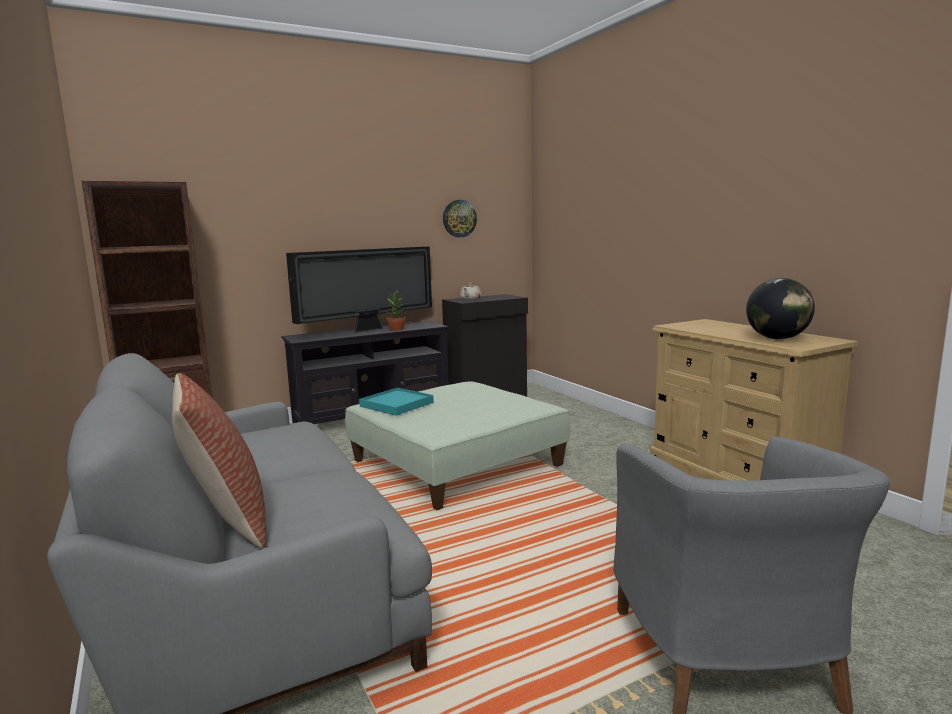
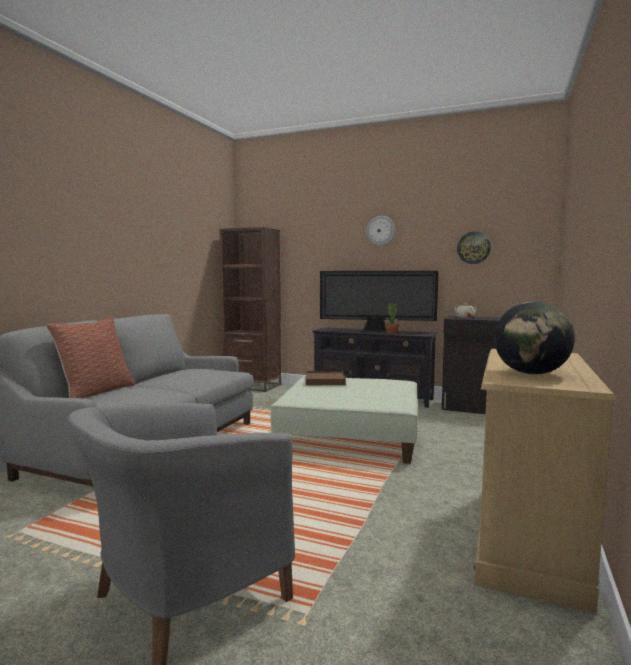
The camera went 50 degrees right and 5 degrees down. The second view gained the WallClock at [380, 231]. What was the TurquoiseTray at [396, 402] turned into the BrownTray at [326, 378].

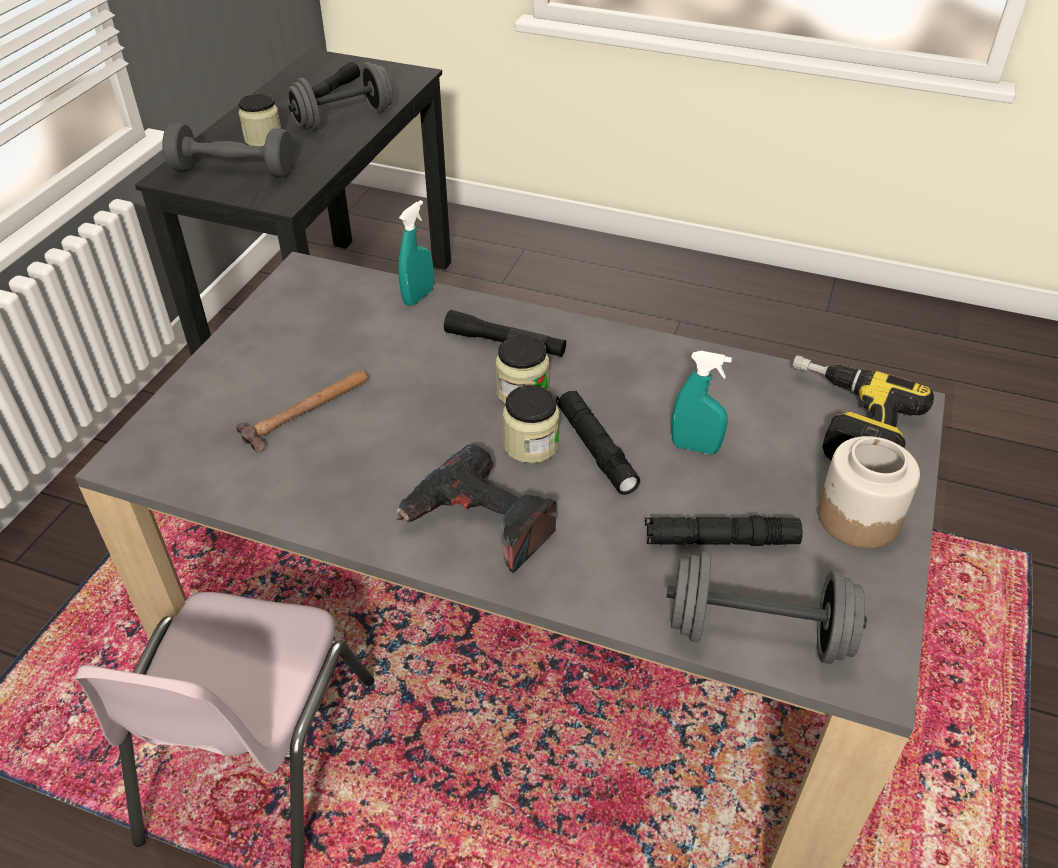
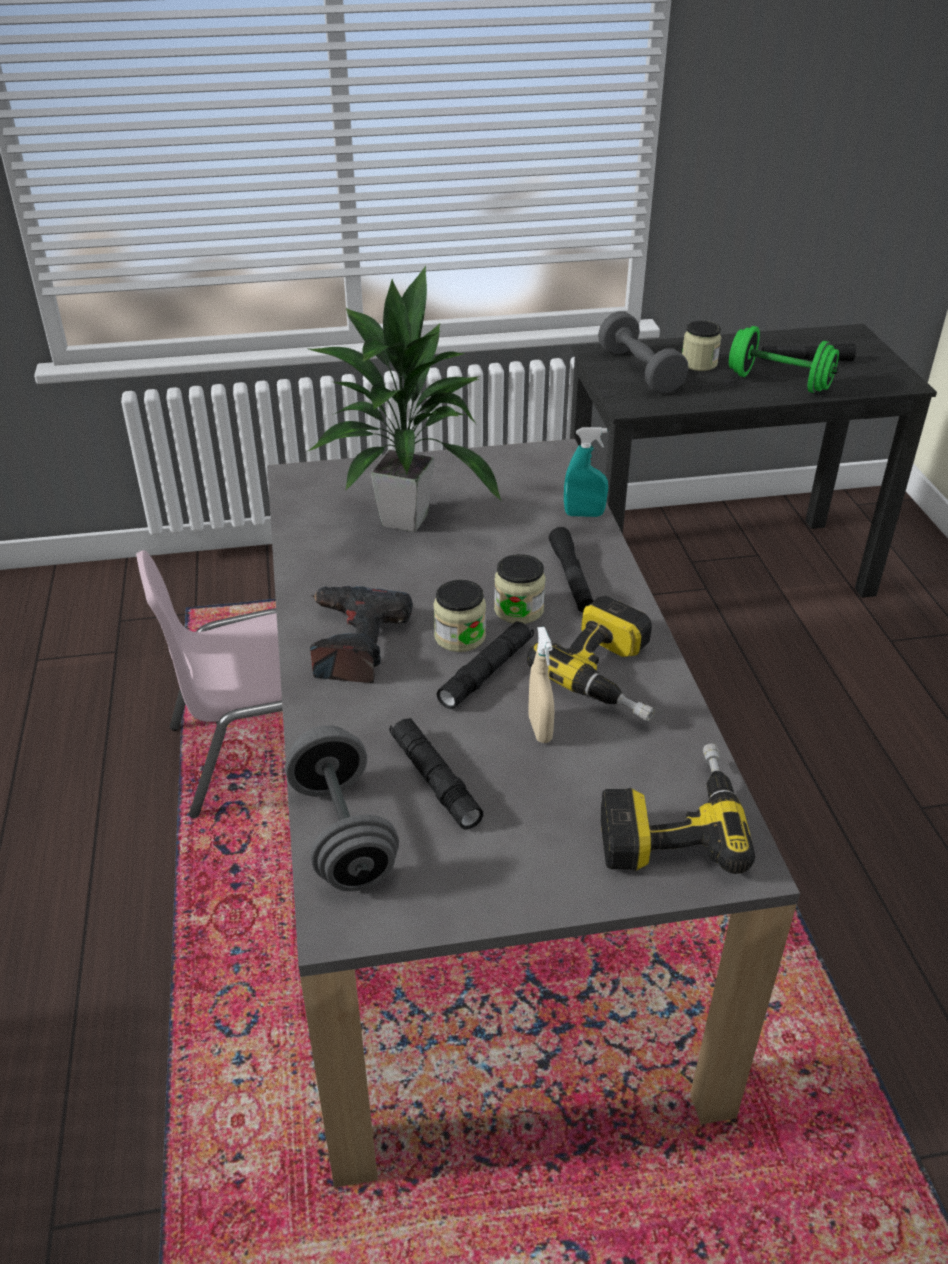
The camera went 60 degrees right and 5 degrees down. The second view lost the Jar at [869, 492]. The second view gained the PowerDrill at [590, 658]. Where the Hammer stood at [302, 411], the PottedPlant came to stand at [404, 399]. What was the GreyDumbbell at [340, 96] turned into the GreenDumbbell at [784, 359]. What was the TurquoiseSprayBottle at [701, 402] turned into the BeigeSprayBottle at [541, 685].

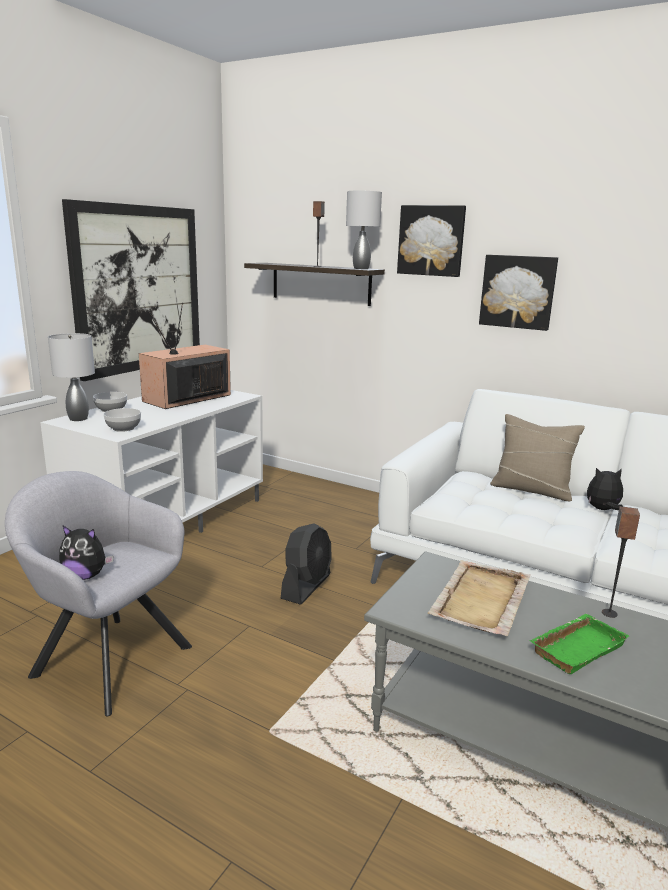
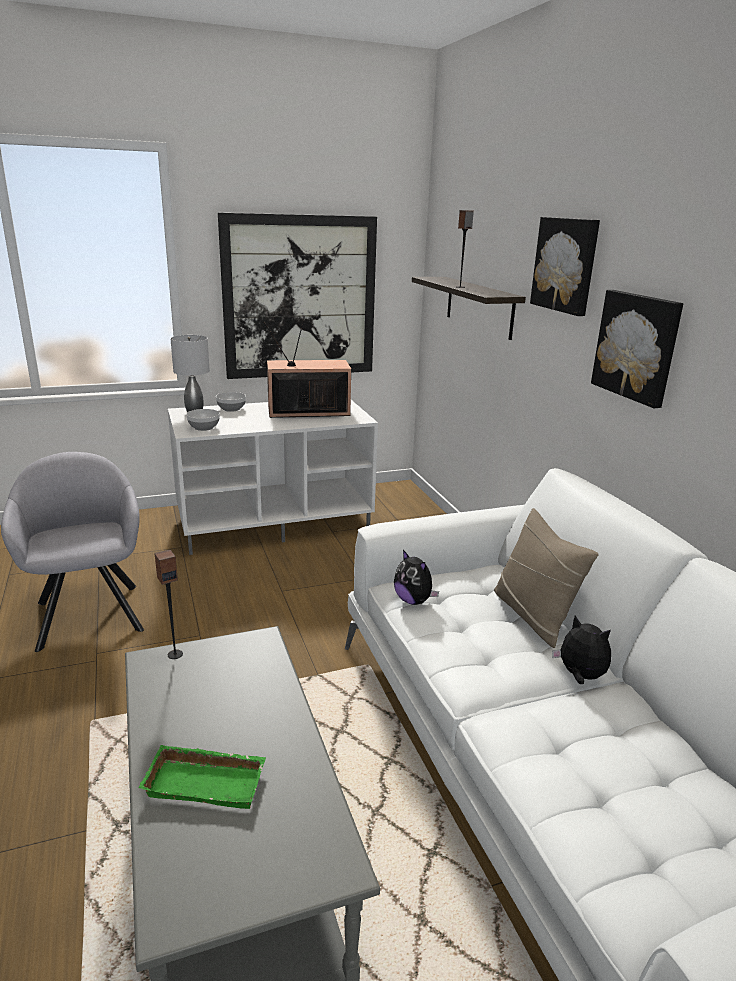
The camera went 40 degrees right and 5 degrees up. The second view lost the BlackFan at [306, 564]. The second view lost the GreyTableLamp at [364, 229]. The second view lost the BeigeTray at [479, 598]. The PlushToy ended up elsewhere, having gone from [86, 553] to [416, 577]. The Speaker ended up elsewhere, having gone from [621, 562] to [168, 604].

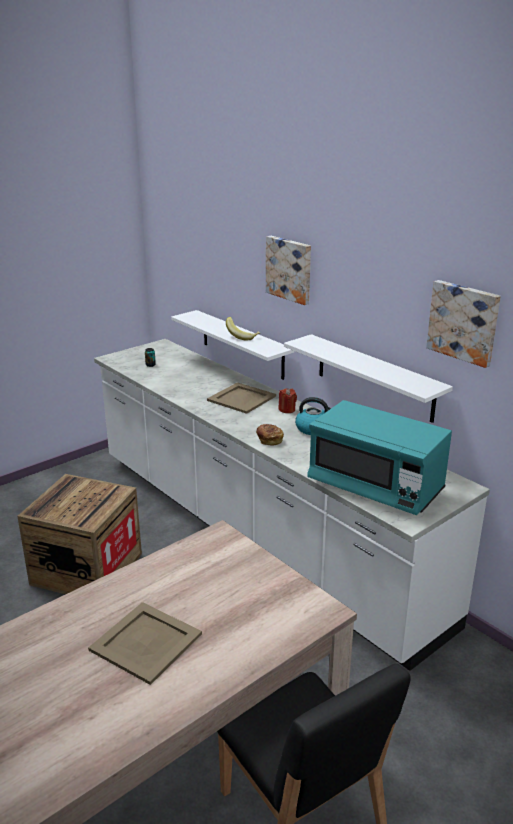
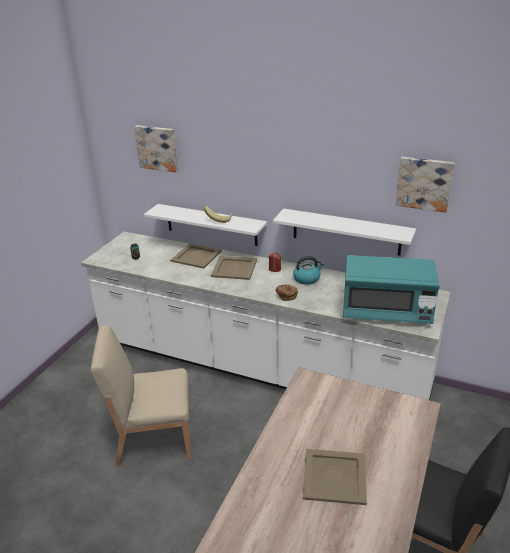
The camera went 25 degrees left and 5 degrees up. The second view gained the BeigeTray at [196, 256]. The Picture ended up elsewhere, having gone from [288, 270] to [156, 148]. Where the Crate stood at [79, 534], the BeigeChair came to stand at [141, 396].

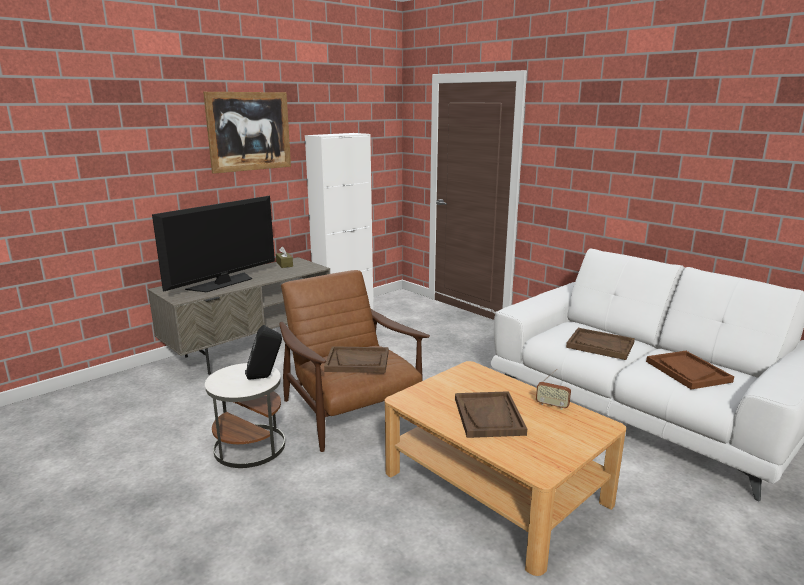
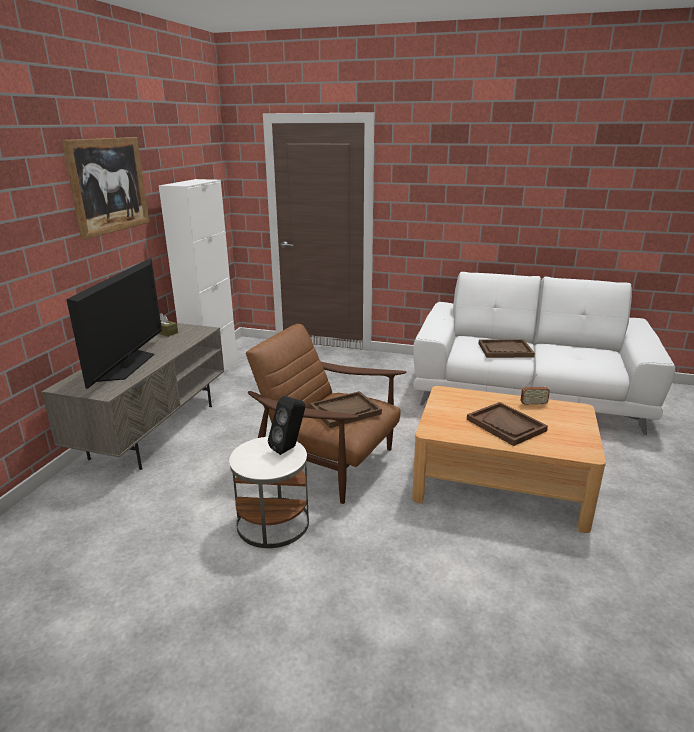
The camera went 30 degrees left and 5 degrees up. The second view lost the BrownTray at [690, 370].

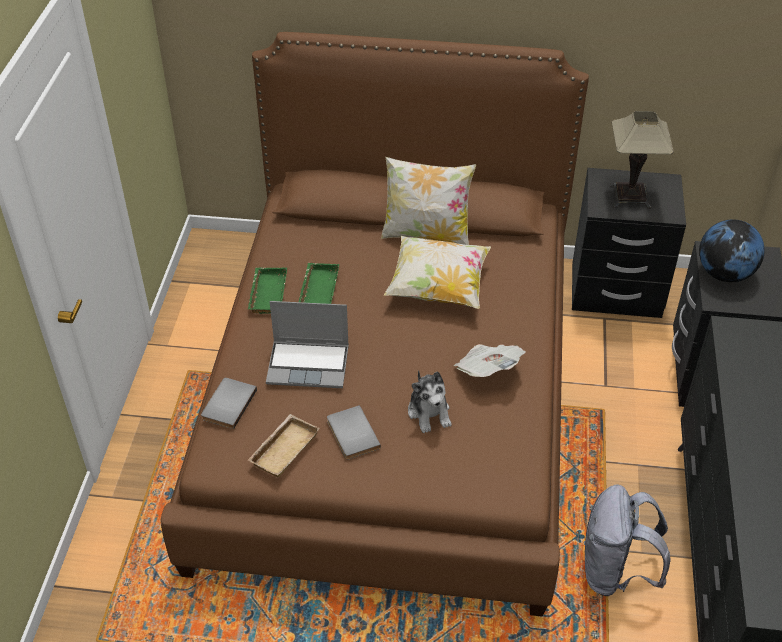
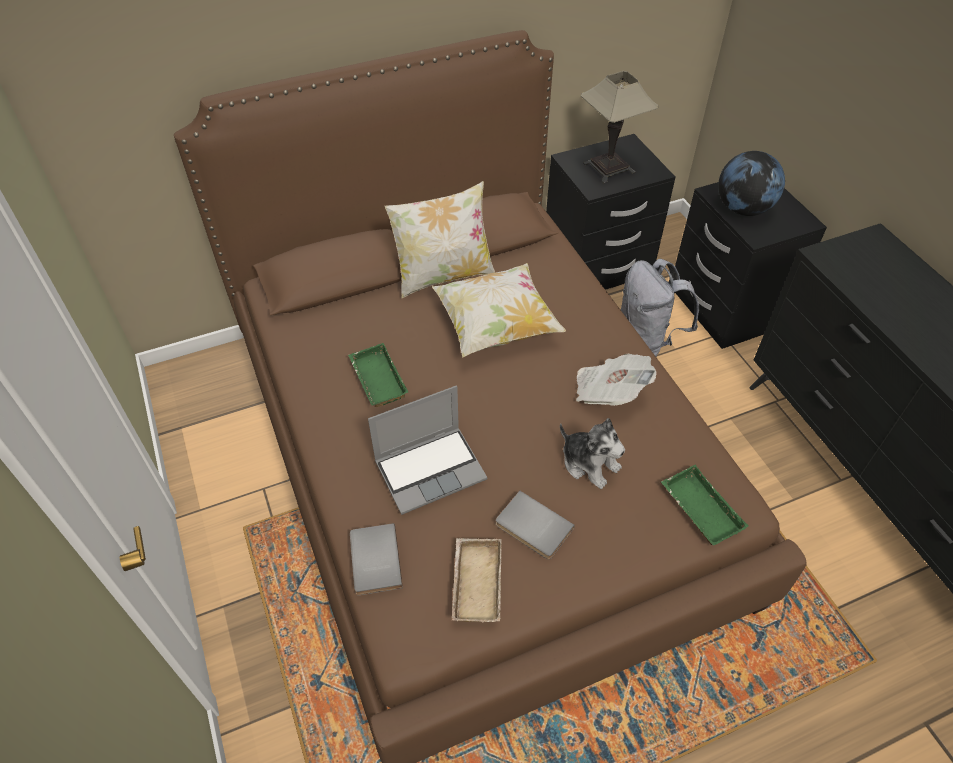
The camera went 30 degrees left and 5 degrees up. The GreenTray ended up elsewhere, having gone from [267, 291] to [704, 505]. The GreyBackpack ended up elsewhere, having gone from [627, 540] to [660, 307].

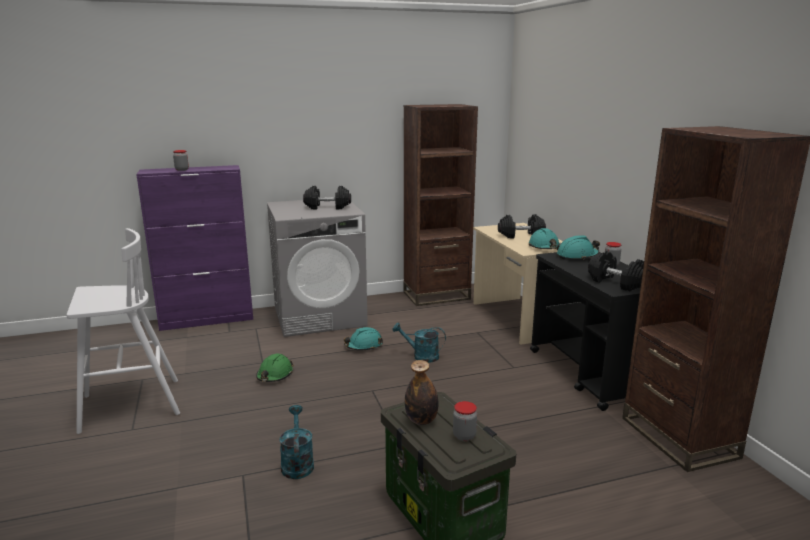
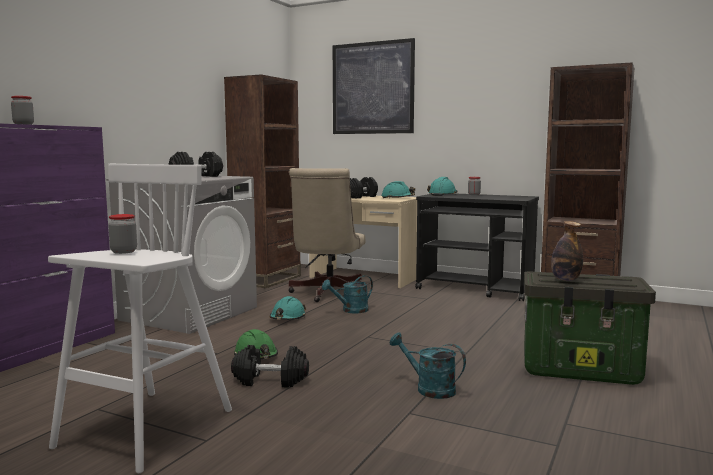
The camera went 45 degrees left and 10 degrees down. The second view gained the BeigeOfficeChair at [326, 235]. The second view gained the Picture at [374, 86]. The Jar ended up elsewhere, having gone from [465, 421] to [122, 234]. The BlackDumbbell ended up elsewhere, having gone from [616, 271] to [270, 366].

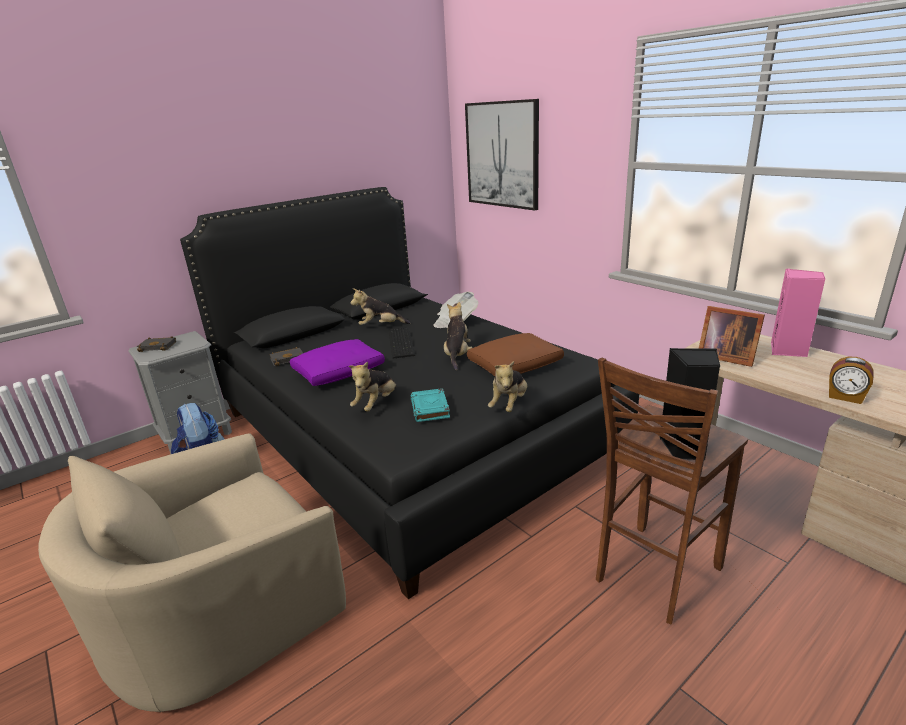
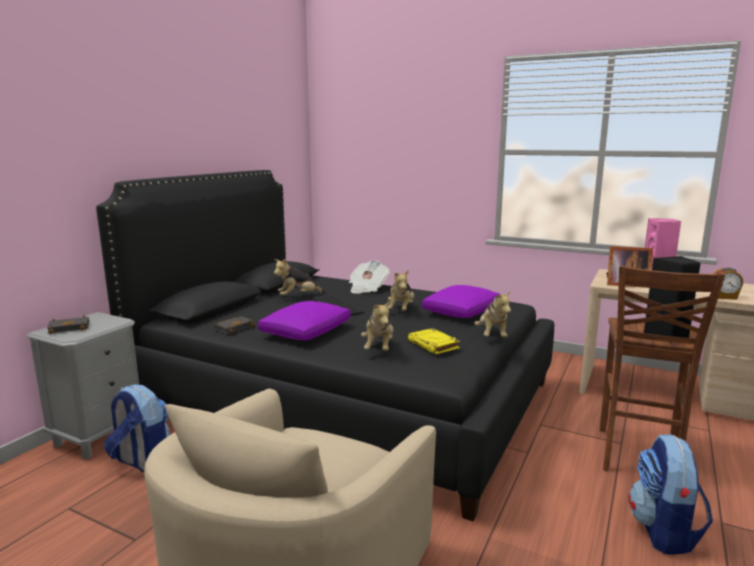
The camera went 25 degrees left and 10 degrees down. The second view lost the Picture at [502, 155]. The second view gained the Backpack at [670, 494]. What was the TurquoiseBook at [430, 405] turned into the YellowBook at [434, 341]. What was the BrownPillow at [515, 355] turned into the PurplePillow at [461, 301]. The PlushToy at [458, 336] ended up facing another way, 150 degrees counterclockwise from before.

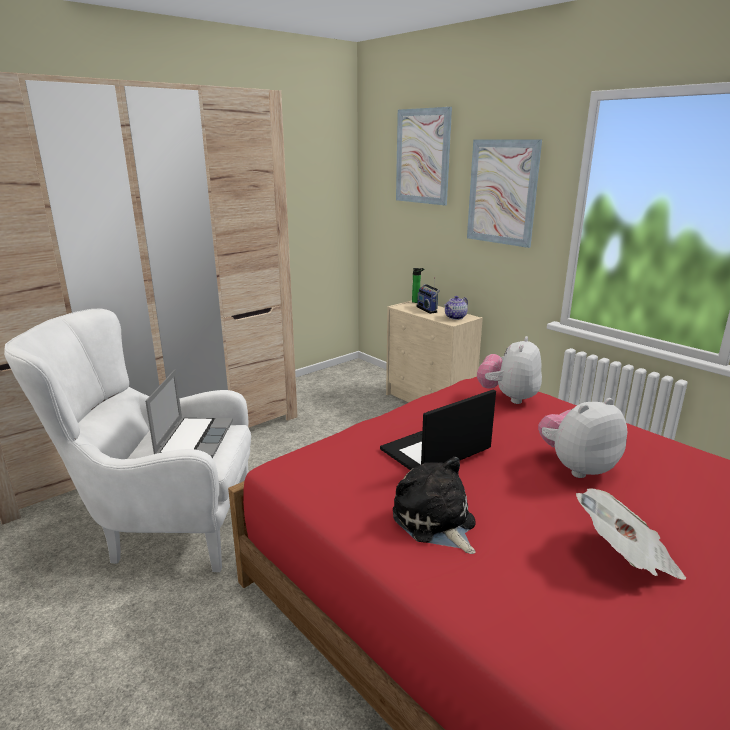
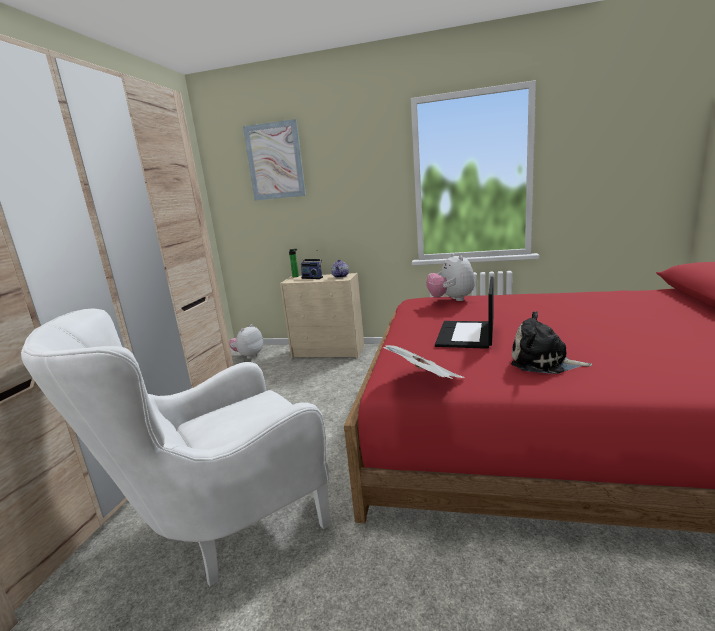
The camera went 35 degrees left and 5 degrees down. The second view lost the Laptop at [189, 414]. The second view lost the Picture at [504, 193]. The PlushToy ended up elsewhere, having gone from [582, 438] to [246, 341]. The Newspaper ended up elsewhere, having gone from [631, 534] to [423, 362].

